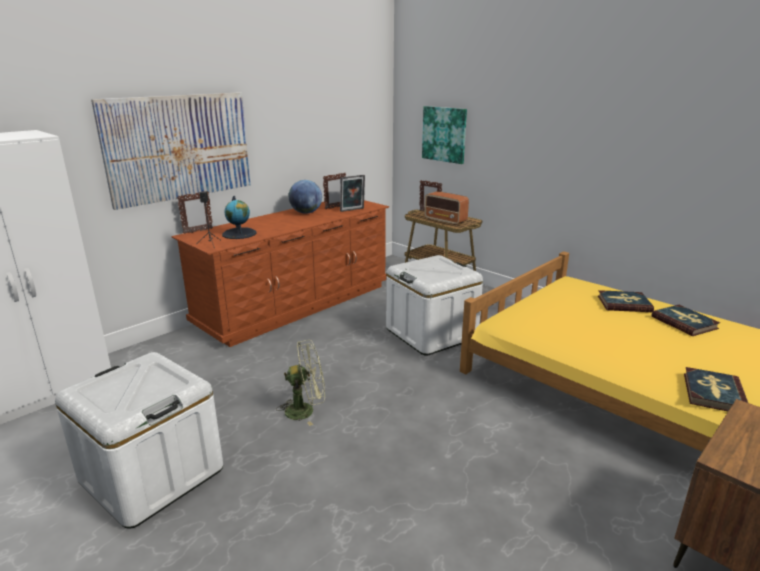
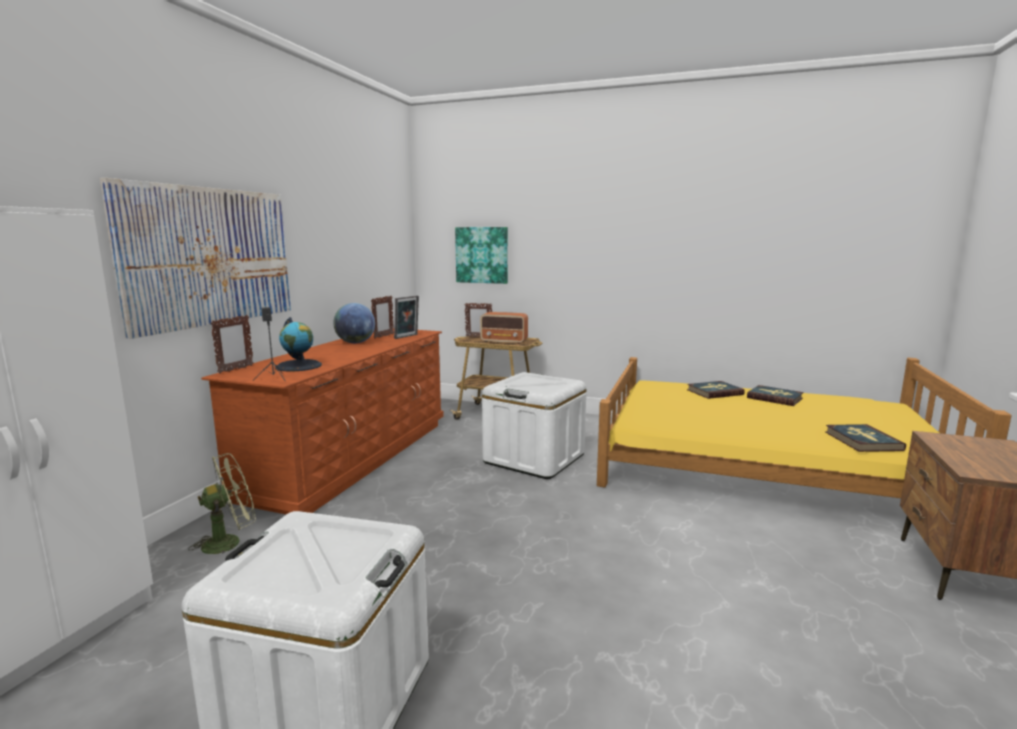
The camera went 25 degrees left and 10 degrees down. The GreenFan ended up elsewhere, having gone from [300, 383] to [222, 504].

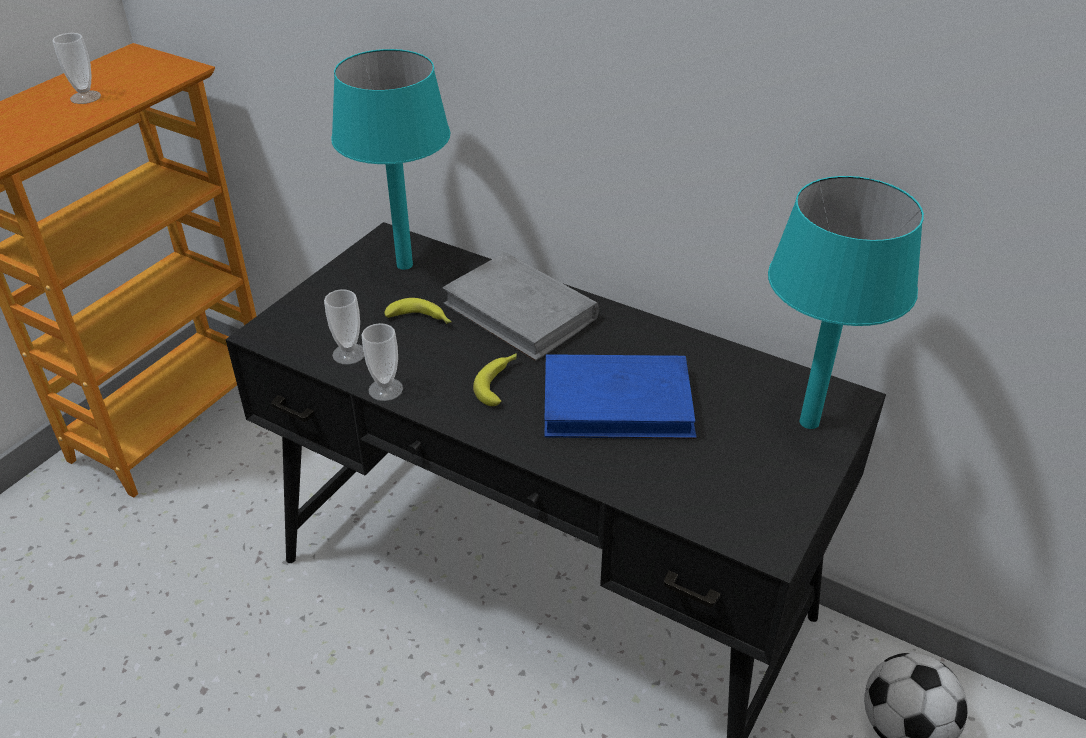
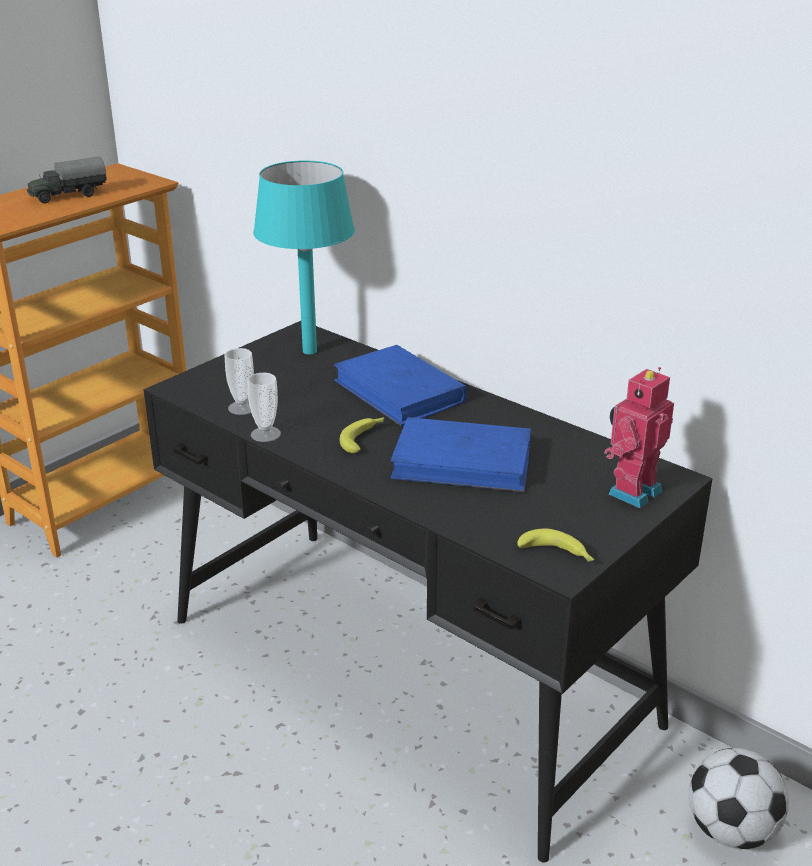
The camera went 10 degrees right and 10 degrees down. The Banana ended up elsewhere, having gone from [418, 311] to [555, 545]. Where the Cup stood at [76, 68], the ToyTruck came to stand at [67, 179]. Where the TurquoiseTableLamp stood at [846, 302], the ToyRobot came to stand at [639, 437]. What was the GreyBook at [520, 306] turned into the BlueBook at [401, 385].

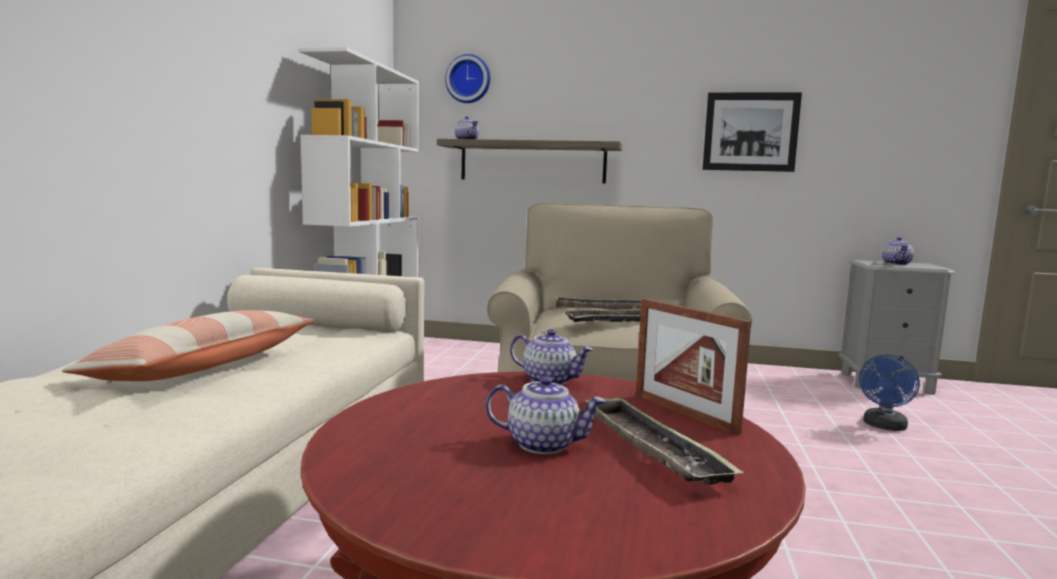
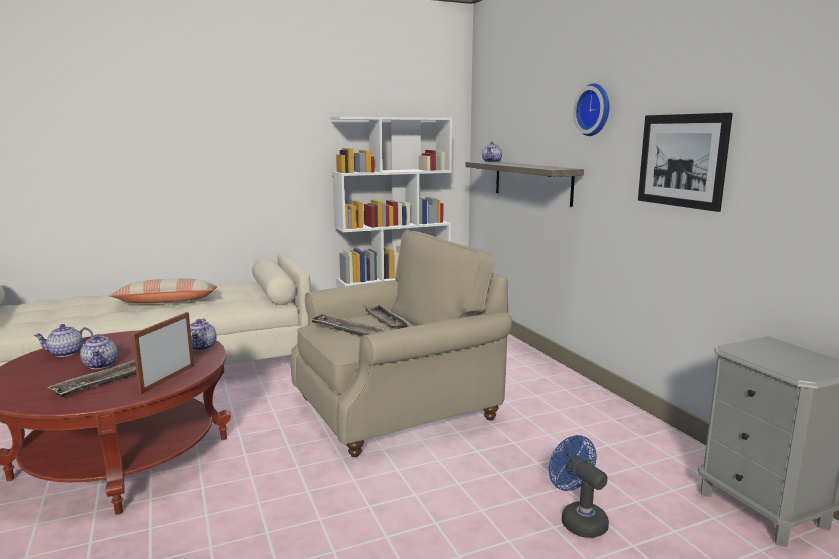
The camera went 55 degrees right and 5 degrees up. The WallClock ended up elsewhere, having gone from [467, 78] to [591, 109]. The Teapot ended up elsewhere, having gone from [898, 251] to [63, 340]. The BlueFan at [889, 393] ended up facing another way, 60 degrees clockwise from before.

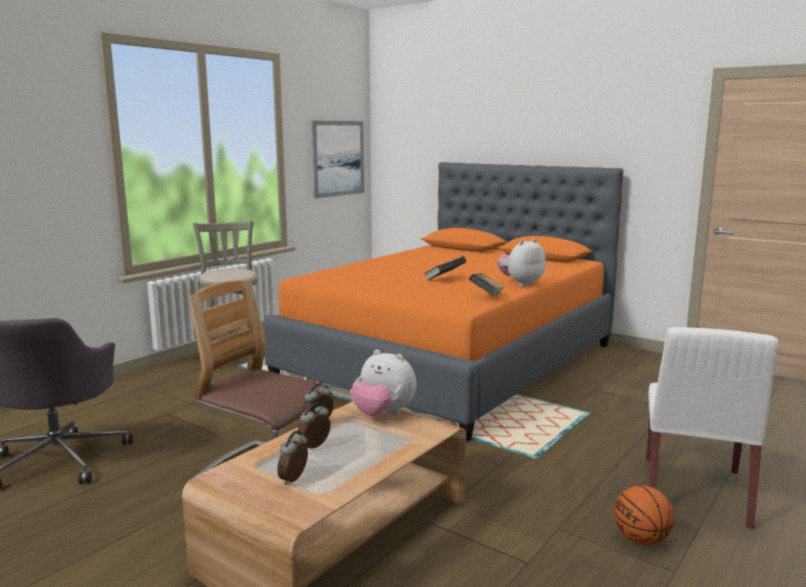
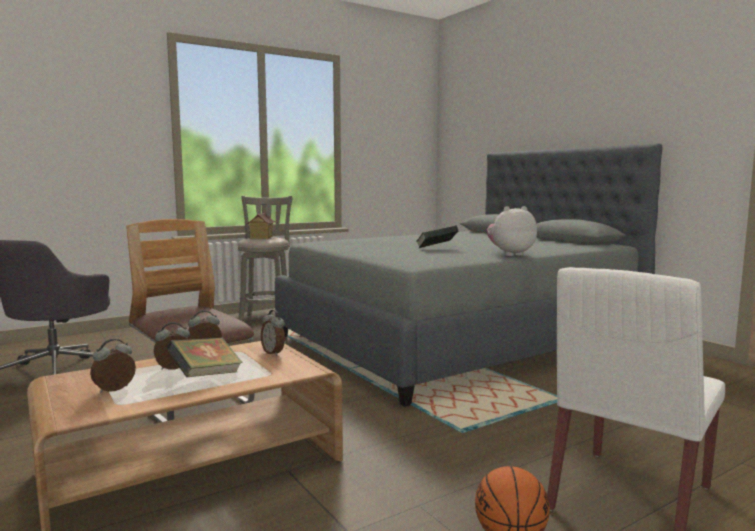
The camera went 20 degrees right and 5 degrees down. The second view lost the Picture at [338, 159]. The second view gained the ToyHouse at [261, 226]. The Book ended up elsewhere, having gone from [486, 284] to [205, 357]. Where the PlushToy stood at [383, 383], the AlarmClock came to stand at [273, 333]. What was the OrangeBed at [443, 302] turned into the GreyBed at [468, 275].

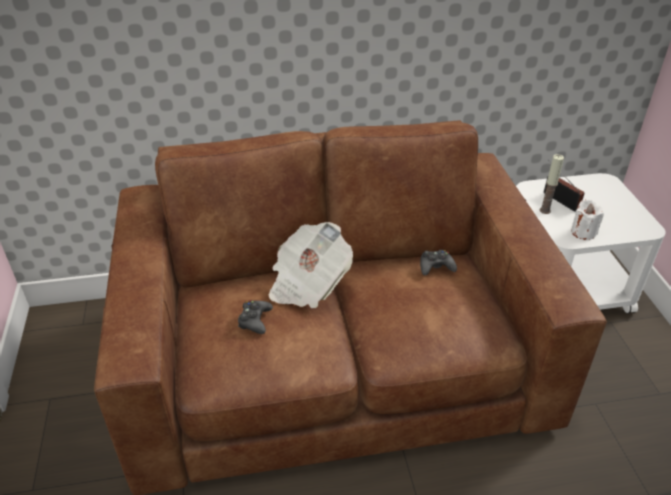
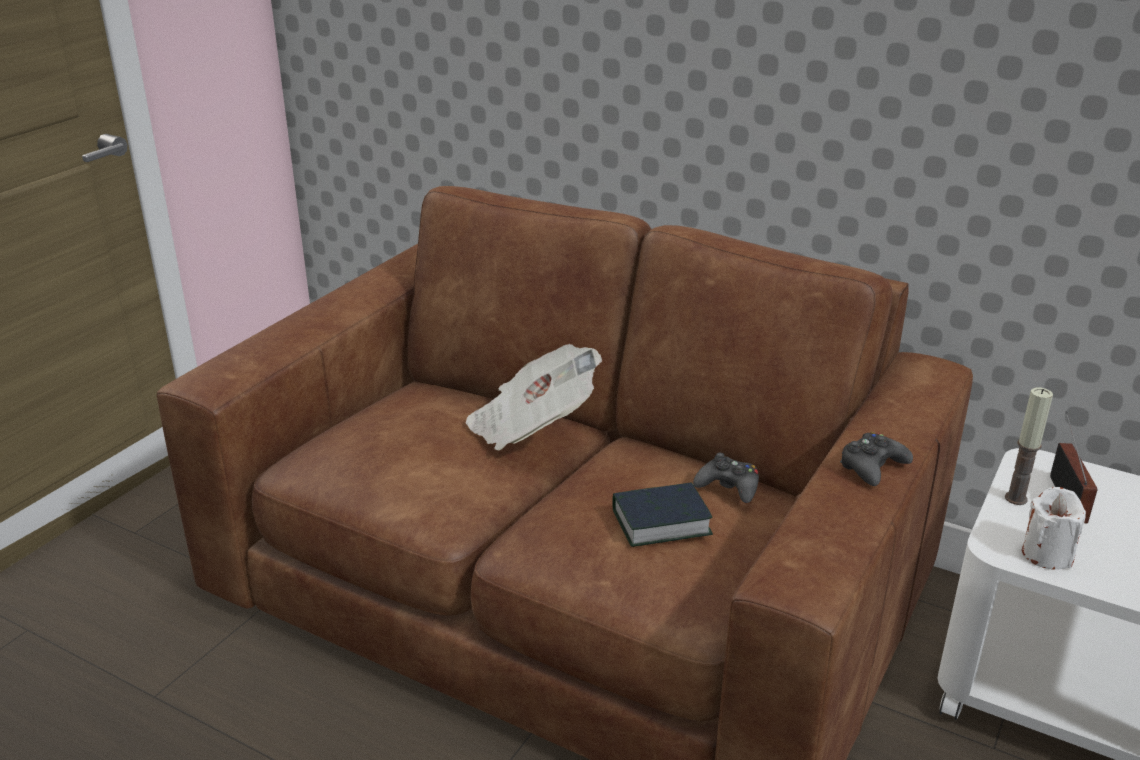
The camera went 40 degrees right and 10 degrees down. The second view gained the Book at [662, 514]. The BlackGameController ended up elsewhere, having gone from [255, 317] to [876, 459].

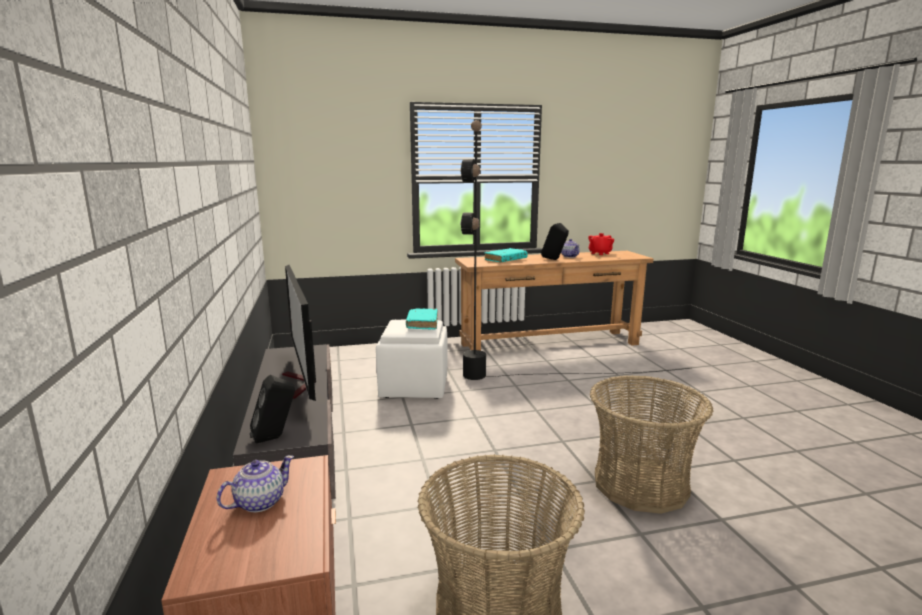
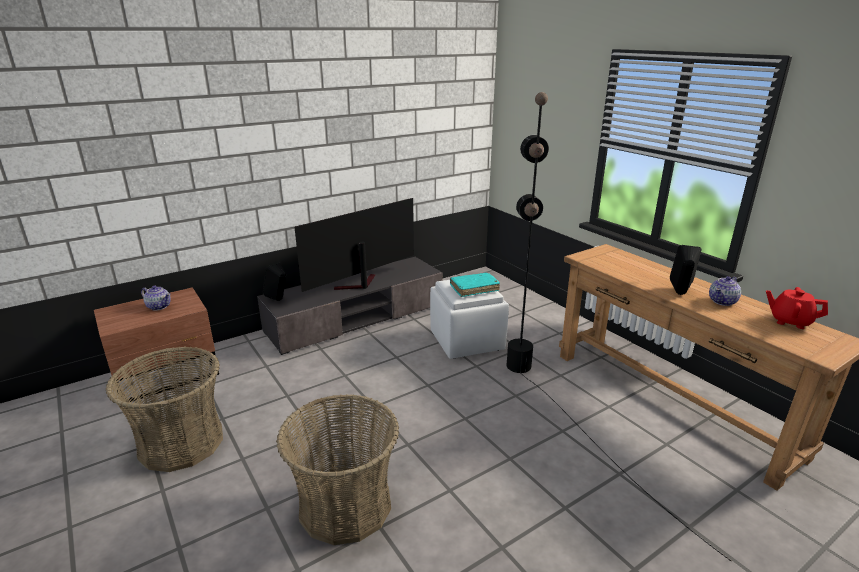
The camera went 70 degrees right and 10 degrees up. The second view lost the TurquoiseBook at [506, 255].

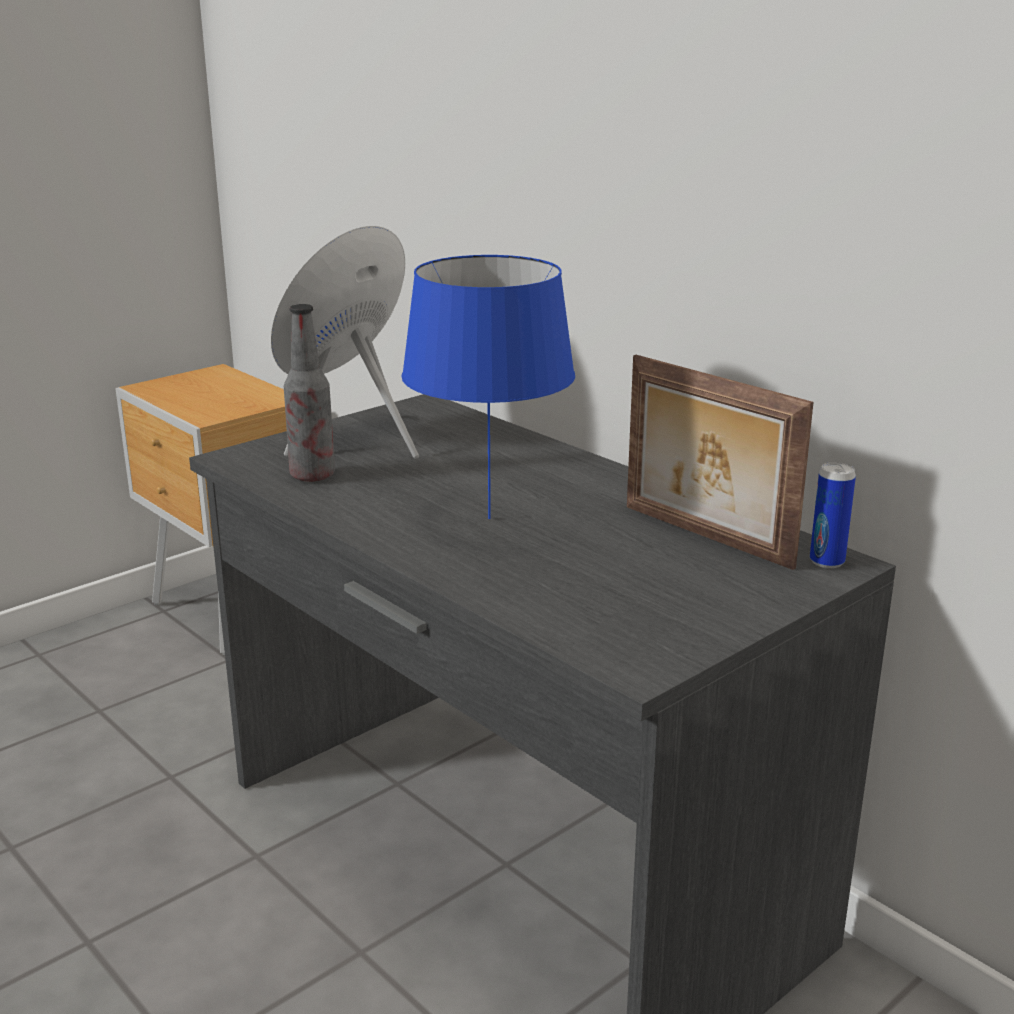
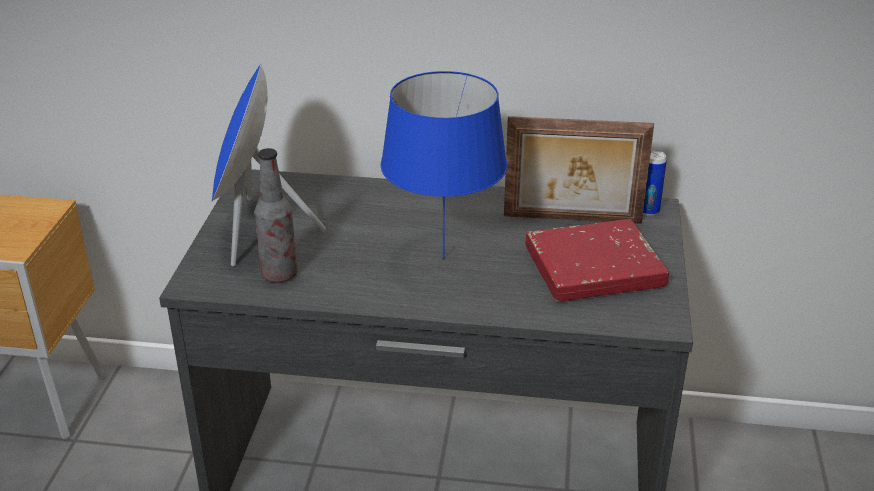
The camera went 40 degrees left and 10 degrees up. The second view gained the RedBook at [597, 260].

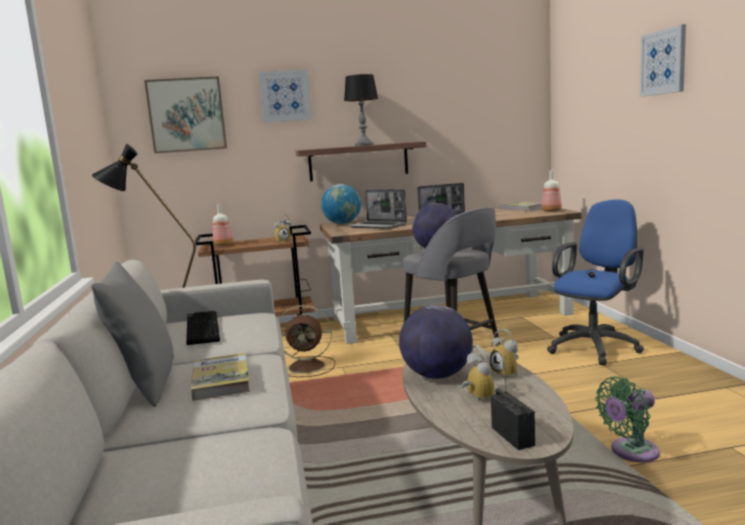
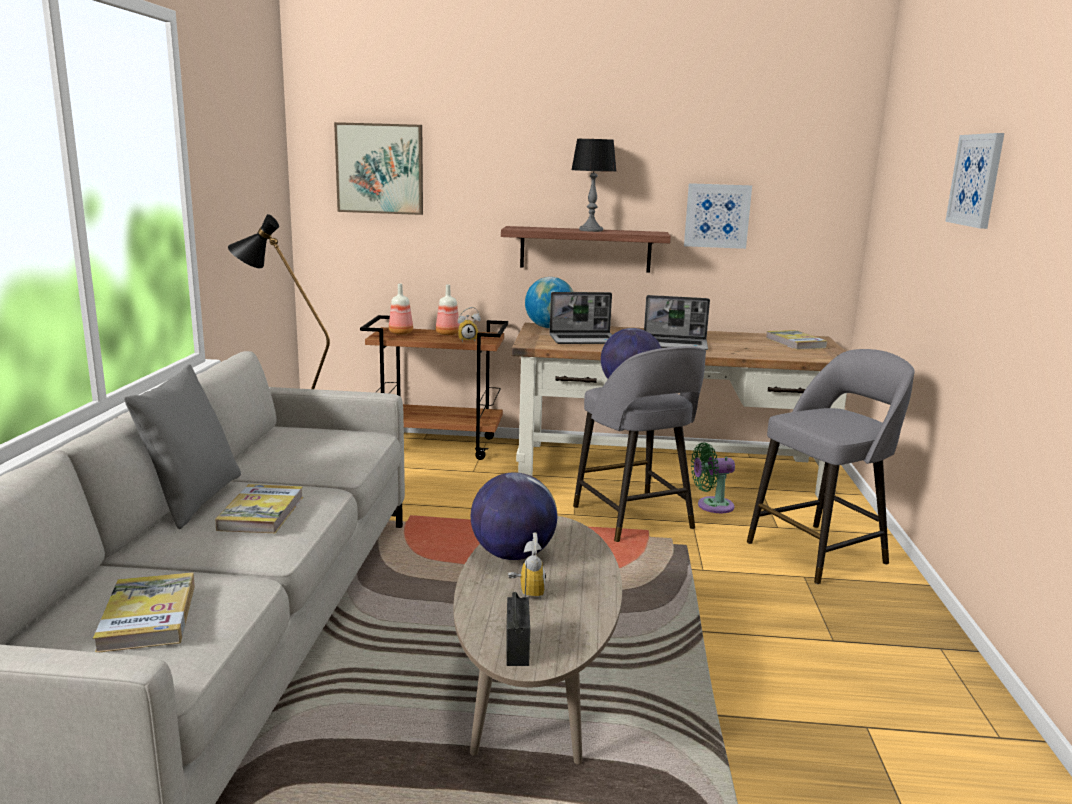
The camera went 15 degrees right and 5 degrees up. The second view lost the Keyboard at [203, 328]. The second view lost the BrownFan at [306, 341]. The second view lost the AlarmClock at [504, 353]. The second view gained the Book at [144, 612]. The Picture ended up elsewhere, having gone from [285, 96] to [718, 216]. The Bottle ended up elsewhere, having gone from [551, 191] to [448, 309]. The GreenFan ended up elsewhere, having gone from [627, 419] to [713, 477]. Where the BlueOfficeChair stood at [595, 282], the GreyStool came to stand at [831, 466]. The Laptop at [377, 209] ended up facing another way, 60 degrees counterclockwise from before.

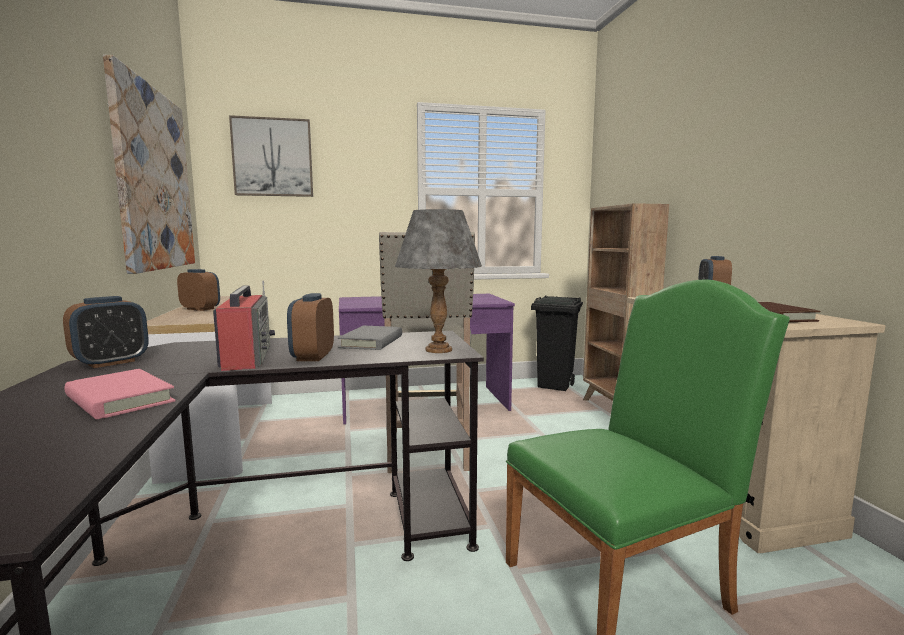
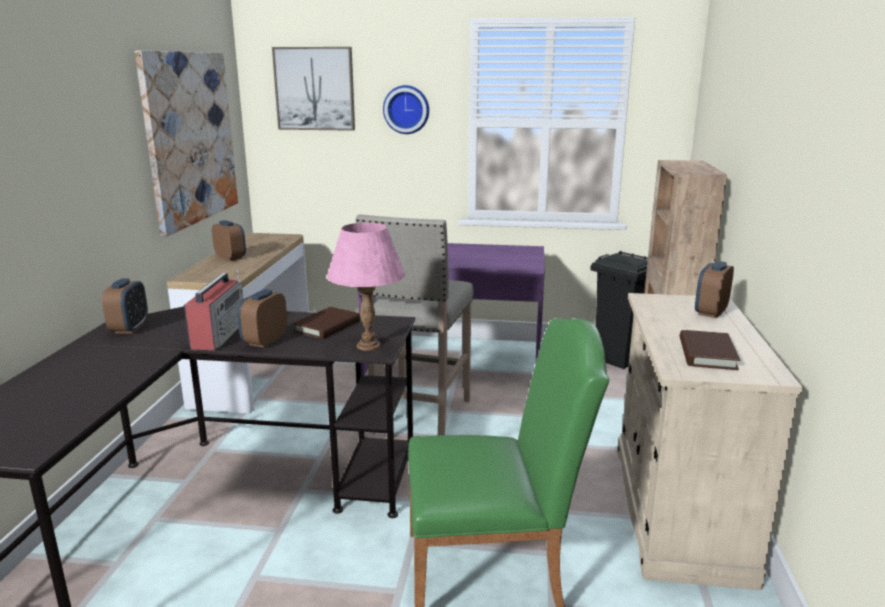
The camera went 20 degrees right and 10 degrees up. The second view lost the PinkBook at [119, 394]. The second view gained the WallClock at [406, 109]. What was the GreyBook at [370, 338] turned into the BrownBook at [326, 323]. What was the GreyTableLamp at [438, 281] turned into the PinkTableLamp at [366, 287]. The AlarmClock at [106, 332] ended up facing another way, 60 degrees counterclockwise from before.

